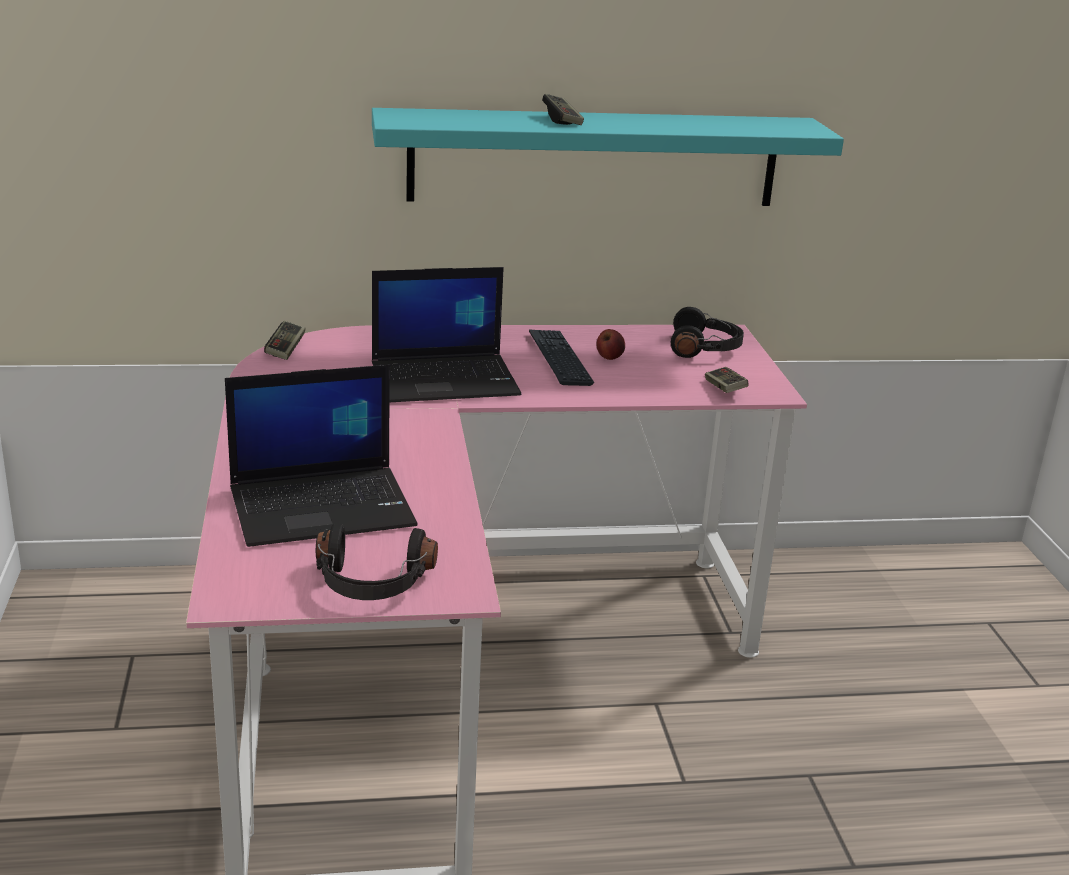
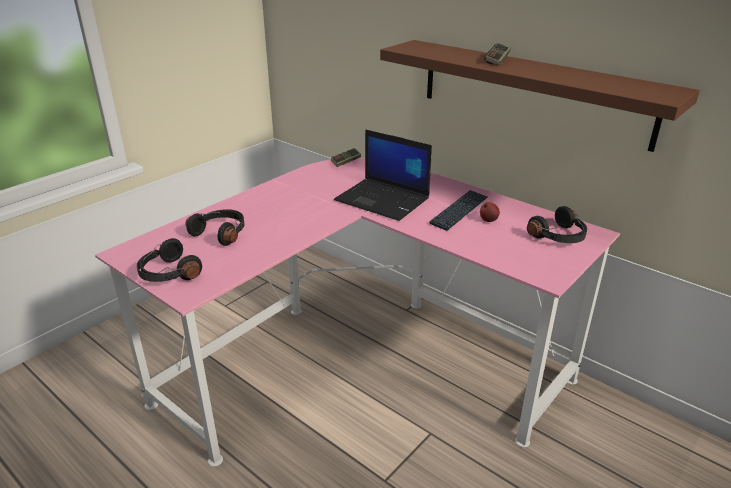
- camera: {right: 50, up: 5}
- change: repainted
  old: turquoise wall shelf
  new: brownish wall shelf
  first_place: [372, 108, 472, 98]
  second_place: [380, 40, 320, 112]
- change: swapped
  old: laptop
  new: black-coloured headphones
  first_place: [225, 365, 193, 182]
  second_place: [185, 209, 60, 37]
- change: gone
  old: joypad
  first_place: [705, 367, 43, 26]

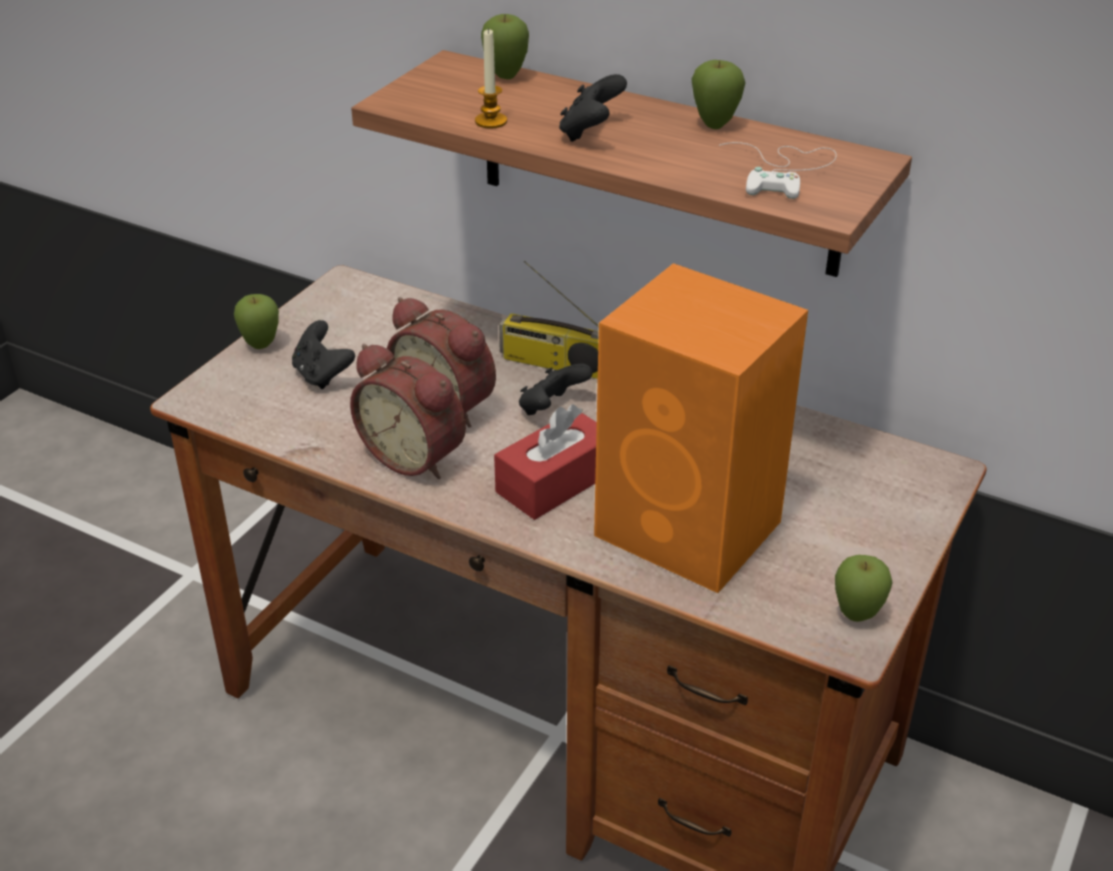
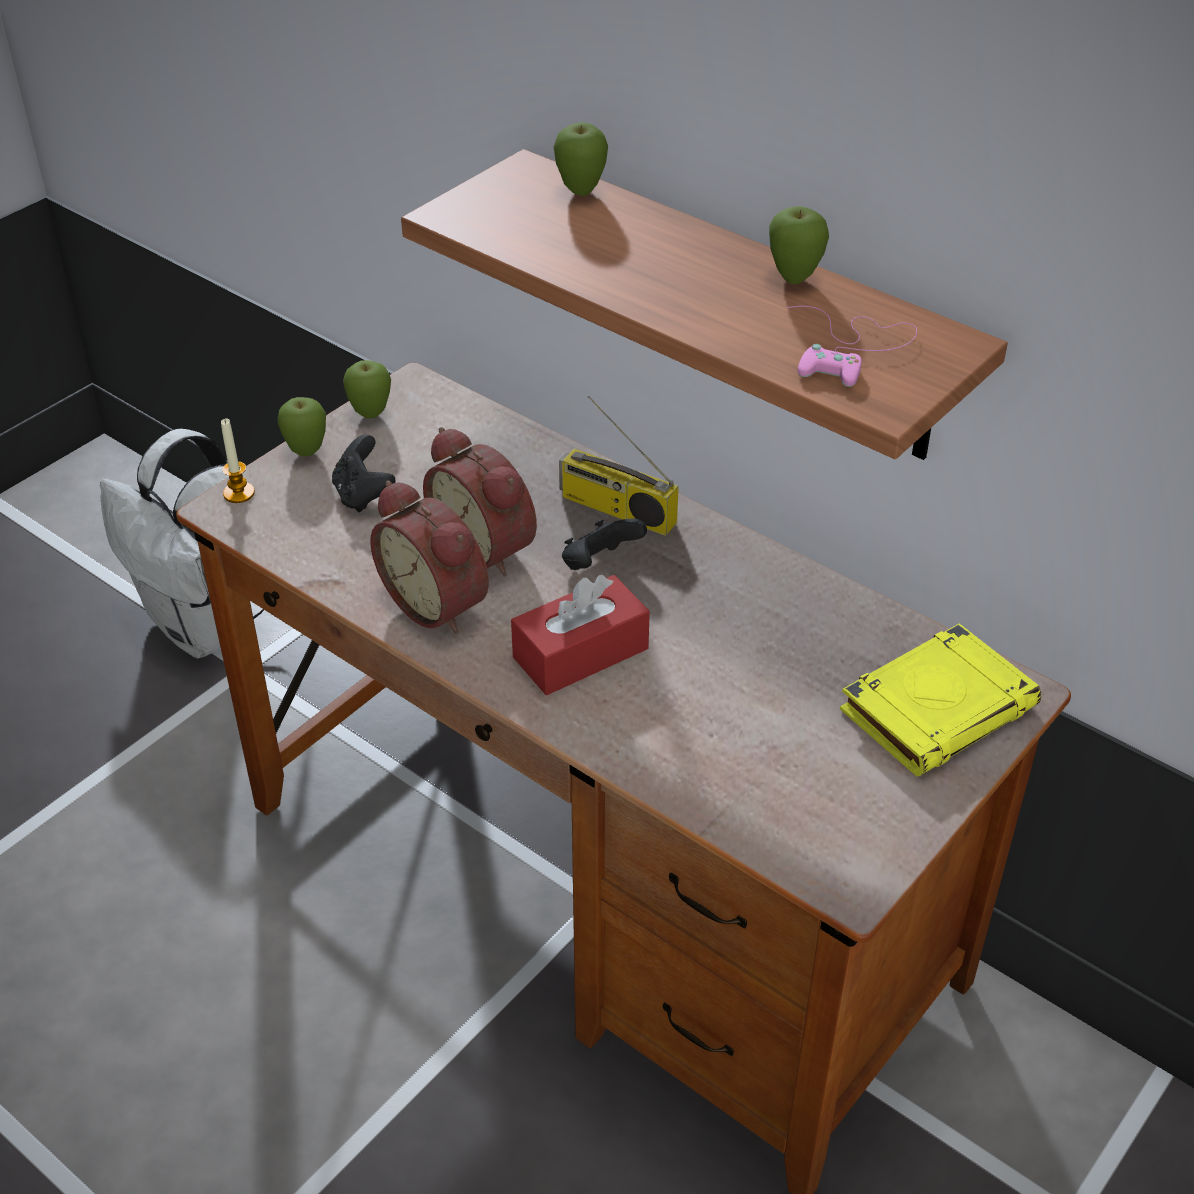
- camera: {right: 10, up: 5}
- change: shifted
  old: wax light
  first_place: [475, 28, 32, 101]
  second_place: [221, 418, 34, 85]
- change: gone
  old: black-coloured joypad
  first_place: [559, 74, 68, 68]
- change: repainted
  old: white joypad
  new: pink-coloured joypad
  first_place: [719, 142, 118, 57]
  second_place: [787, 306, 130, 81]
- change: gone
  old: orange-coloured loudspeaker
  first_place: [594, 263, 214, 330]
- change: shifted
  old: apple fruit
  first_place: [835, 555, 58, 67]
  second_place: [343, 360, 48, 58]
- change: new
  new: white backpack
  second_place: [100, 429, 164, 229]
- change: new
  new: yellowish volume
  second_place: [840, 623, 201, 153]

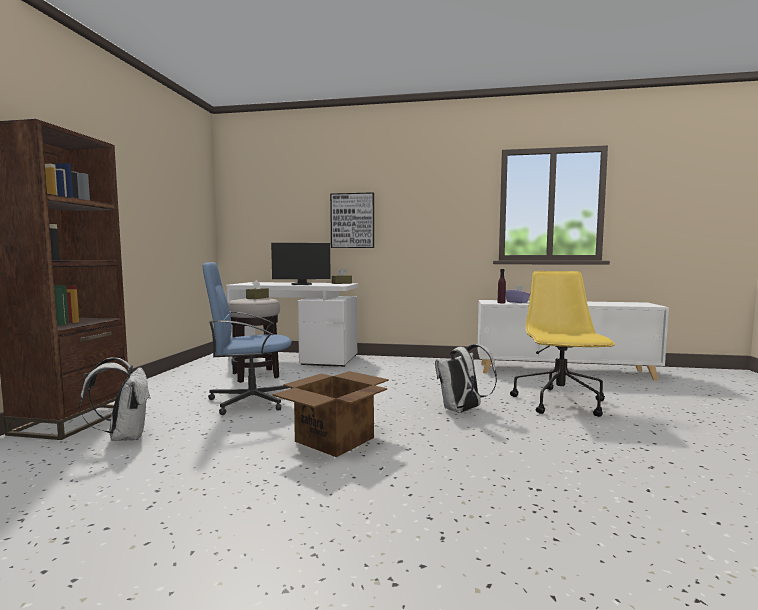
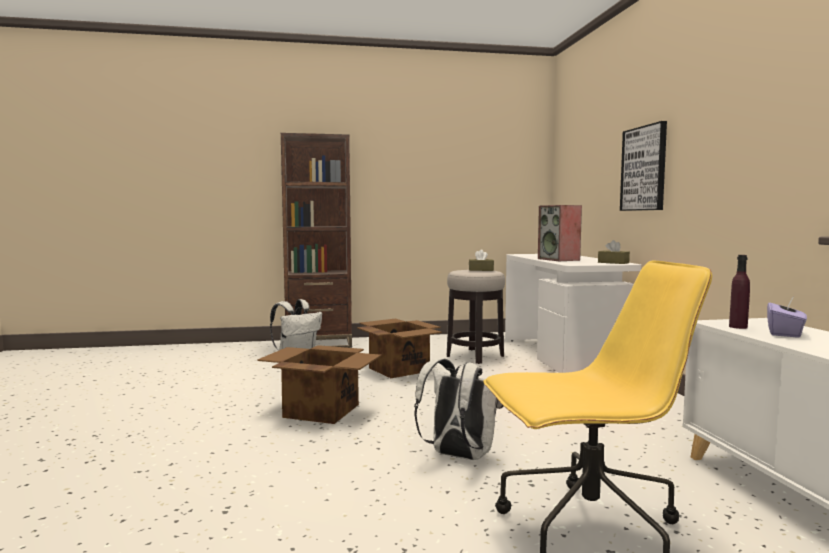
- camera: {right: 70, up: 0}
- change: swapped
  old: computer screen
  new: loudspeaker
  first_place: [271, 243, 60, 42]
  second_place: [538, 205, 44, 56]
- change: swapped
  old: blue computer chair
  new: carton
  first_place: [203, 262, 89, 153]
  second_place: [357, 319, 85, 59]

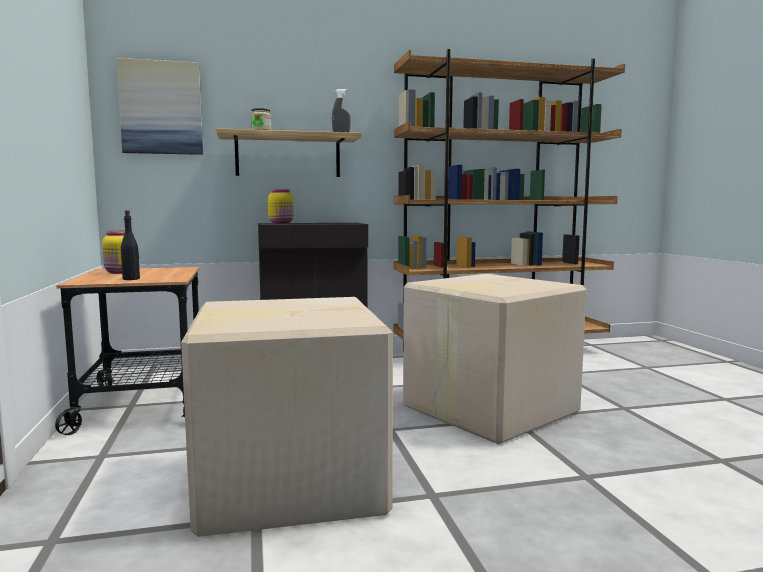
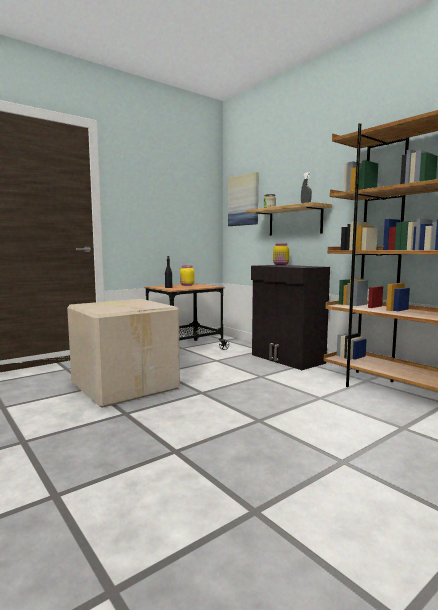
- camera: {right: 65, up: 0}
- change: gone
  old: carton
  first_place: [403, 274, 183, 170]

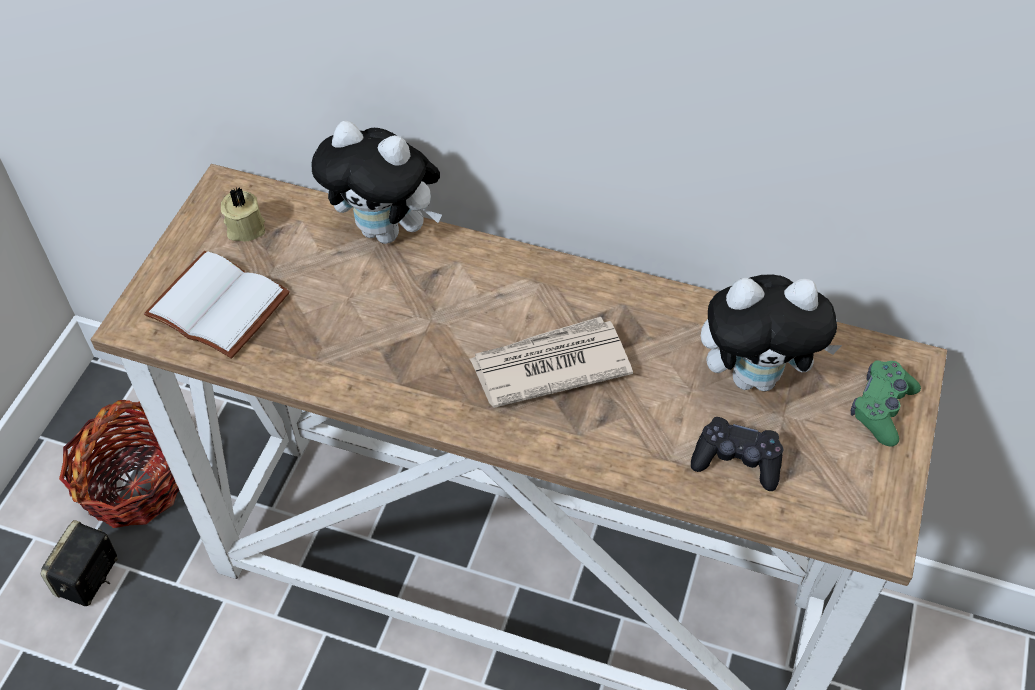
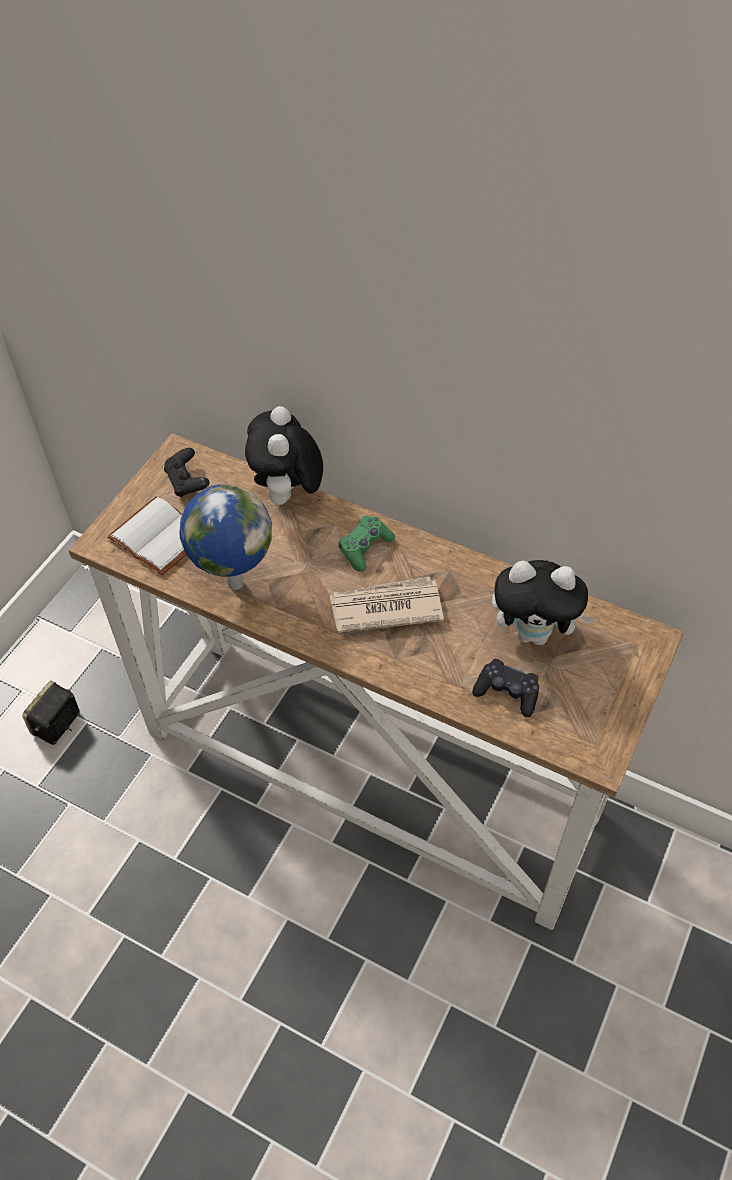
- camera: {right: 10, up: 0}
- change: rotated
  old: plush toy
  first_place: [311, 121, 131, 123]
  second_place: [245, 406, 78, 102]
  degrees: 60
- change: swapped
  old: beige-coloured wax light
  new: black-coloured joypad
  first_place: [221, 187, 44, 54]
  second_place: [164, 448, 45, 49]
- change: shifted
  old: green joypad
  first_place: [851, 360, 70, 87]
  second_place: [339, 515, 56, 57]
- change: gone
  old: household basket
  first_place: [59, 400, 120, 128]
- change: new
  new: globe
  second_place: [179, 484, 93, 106]

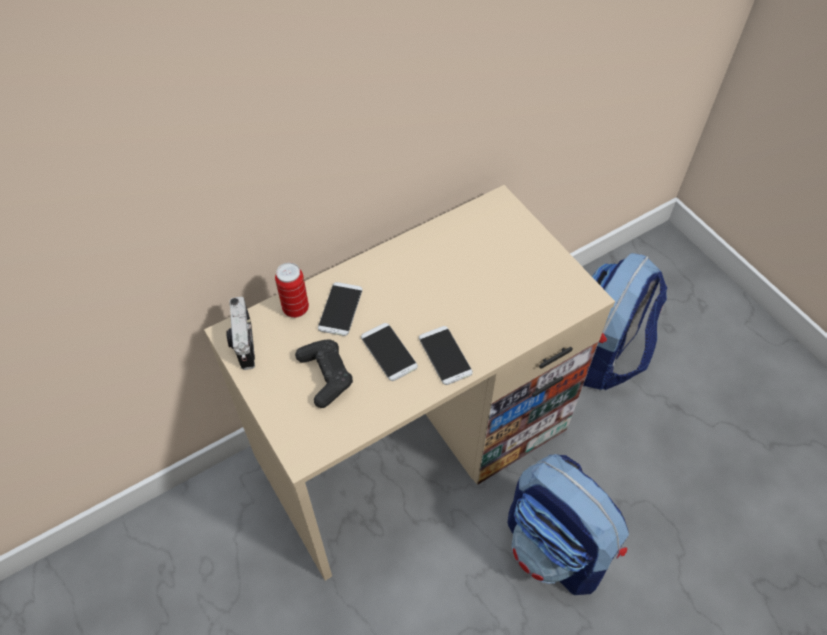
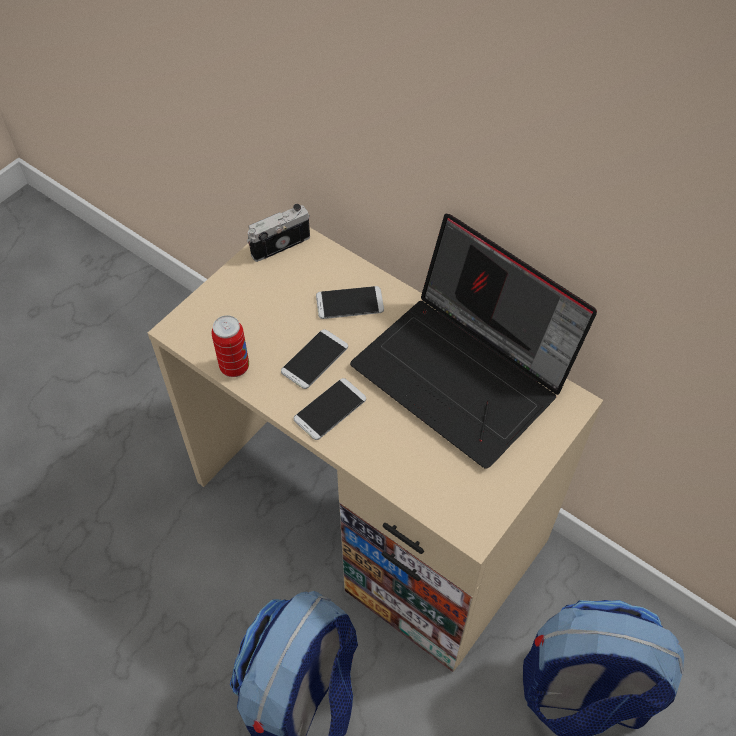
- camera: {right: 70, up: 0}
- change: shifted
  old: metal can
  first_place: [275, 262, 34, 56]
  second_place: [212, 315, 37, 62]
- change: gone
  old: black-coloured joypad
  first_place: [295, 340, 58, 68]
- change: new
  new: laptop
  second_place: [350, 214, 247, 255]

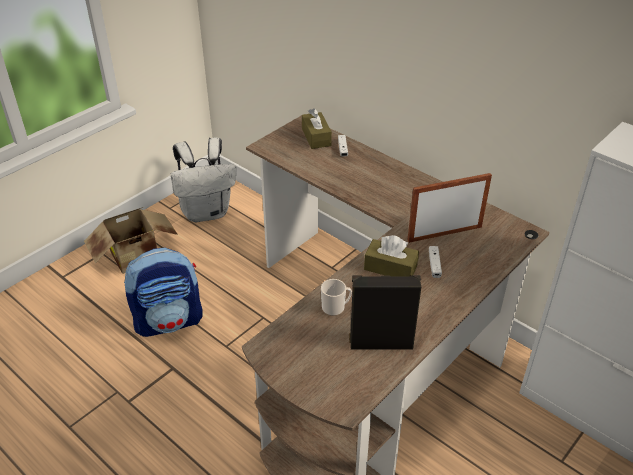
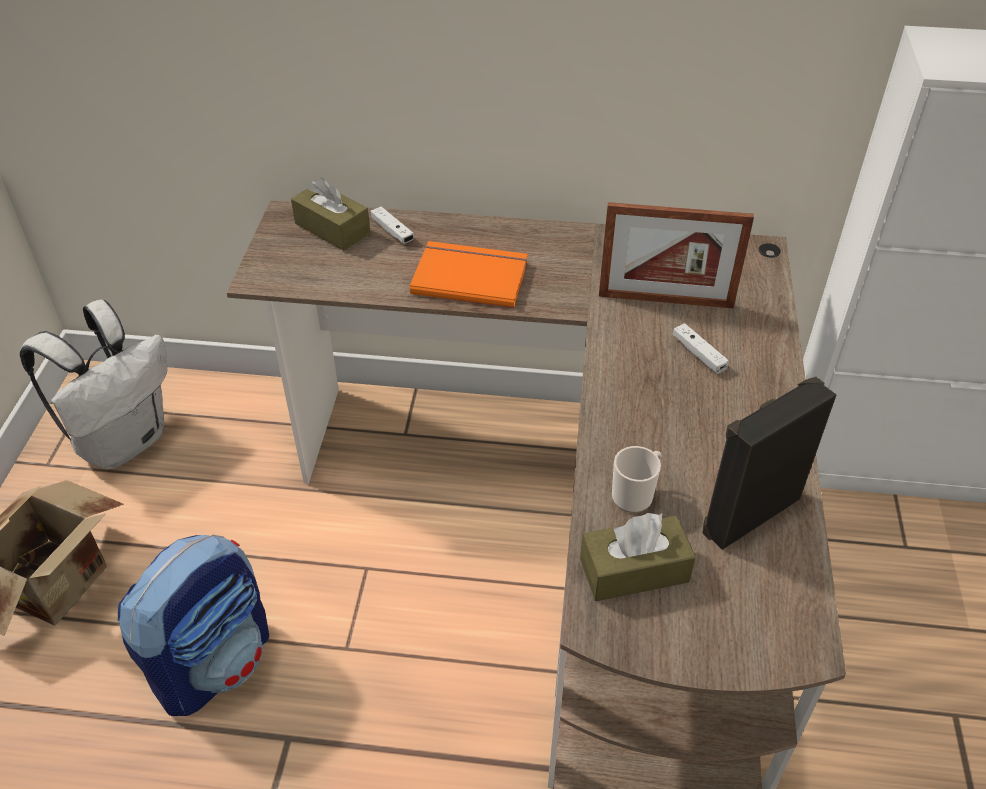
- camera: {right: -35, up: 5}
- change: rotated
  old: picture frame
  first_place: [407, 173, 85, 70]
  second_place: [599, 202, 155, 106]
  degrees: -120
- change: shifted
  old: brownish box of tissues
  first_place: [364, 235, 55, 41]
  second_place: [580, 513, 116, 88]
- change: new
  new: orange-coloured volume
  second_place: [410, 241, 118, 67]

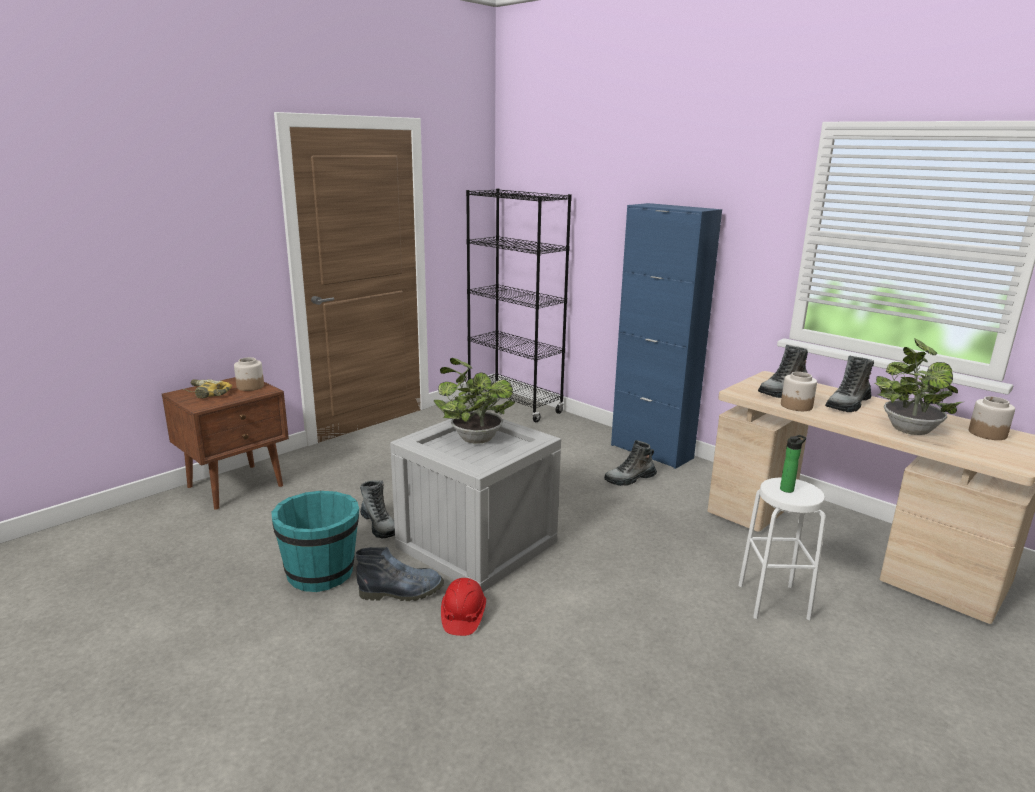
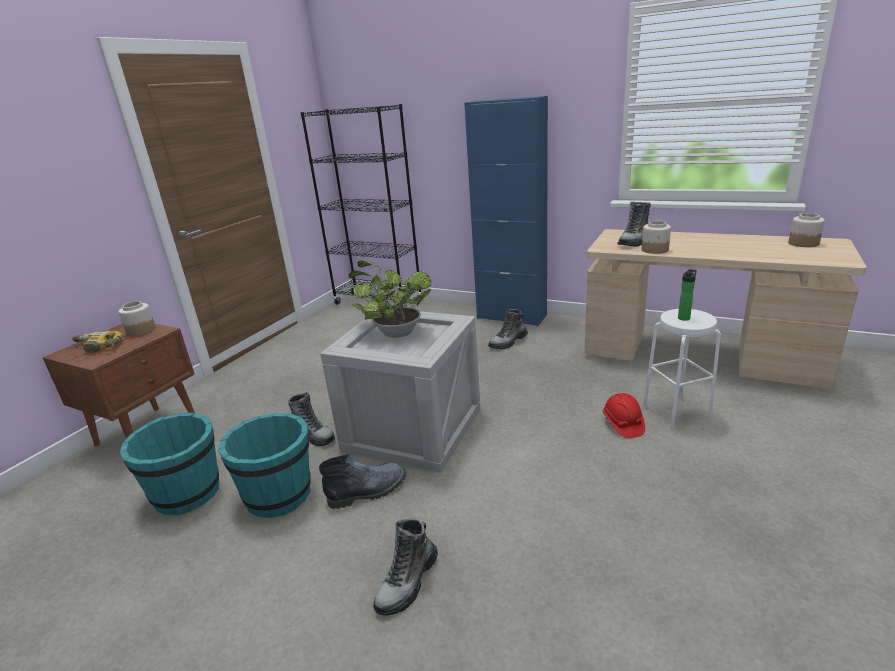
- camera: {right: -15, up: 5}
- change: gone
  old: plant in a pot
  first_place: [875, 339, 87, 96]
- change: shifted
  old: tall boot
  first_place: [825, 356, 49, 56]
  second_place: [373, 518, 65, 97]
- change: shifted
  old: reddish safety helmet
  first_place: [441, 578, 45, 58]
  second_place: [603, 393, 42, 45]
- change: new
  new: turquoise water bucket
  second_place: [120, 413, 99, 102]

